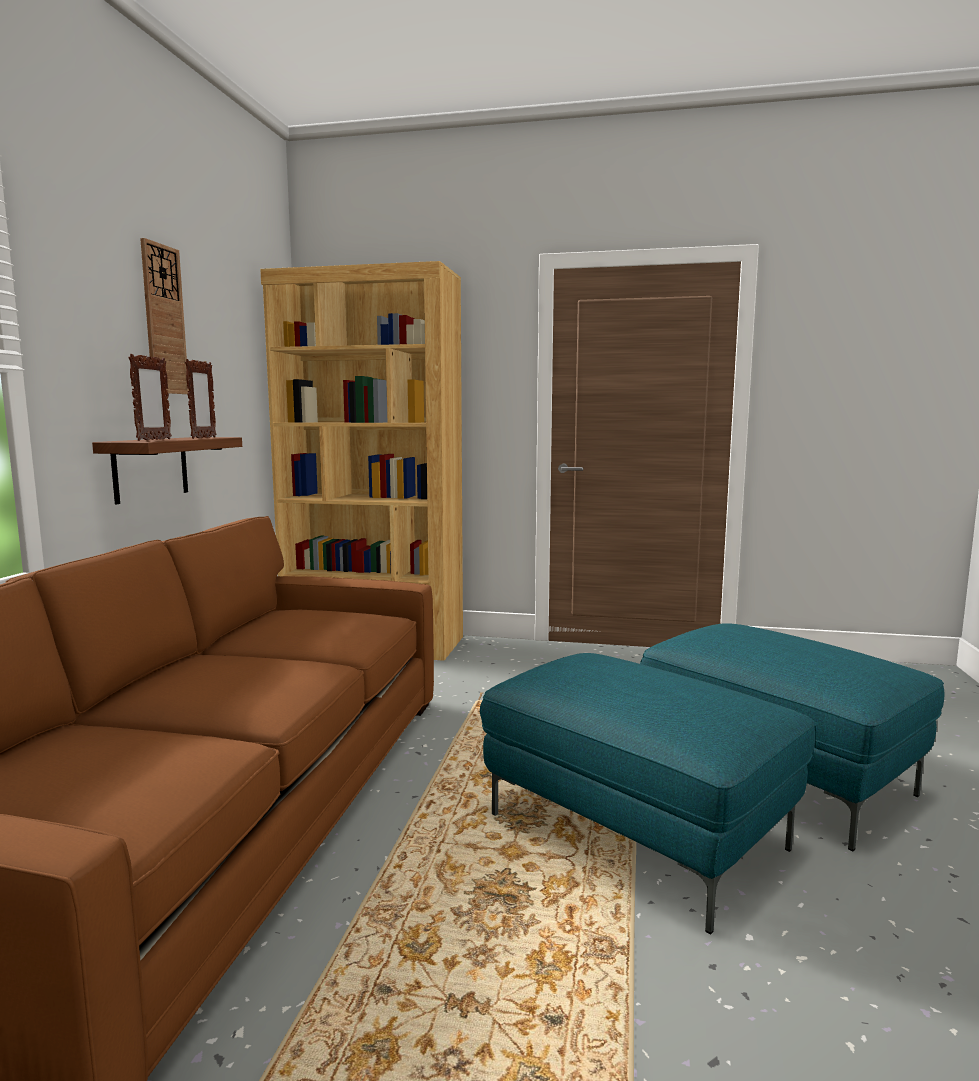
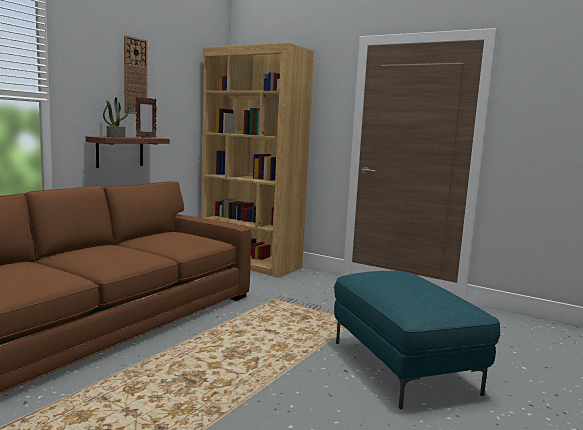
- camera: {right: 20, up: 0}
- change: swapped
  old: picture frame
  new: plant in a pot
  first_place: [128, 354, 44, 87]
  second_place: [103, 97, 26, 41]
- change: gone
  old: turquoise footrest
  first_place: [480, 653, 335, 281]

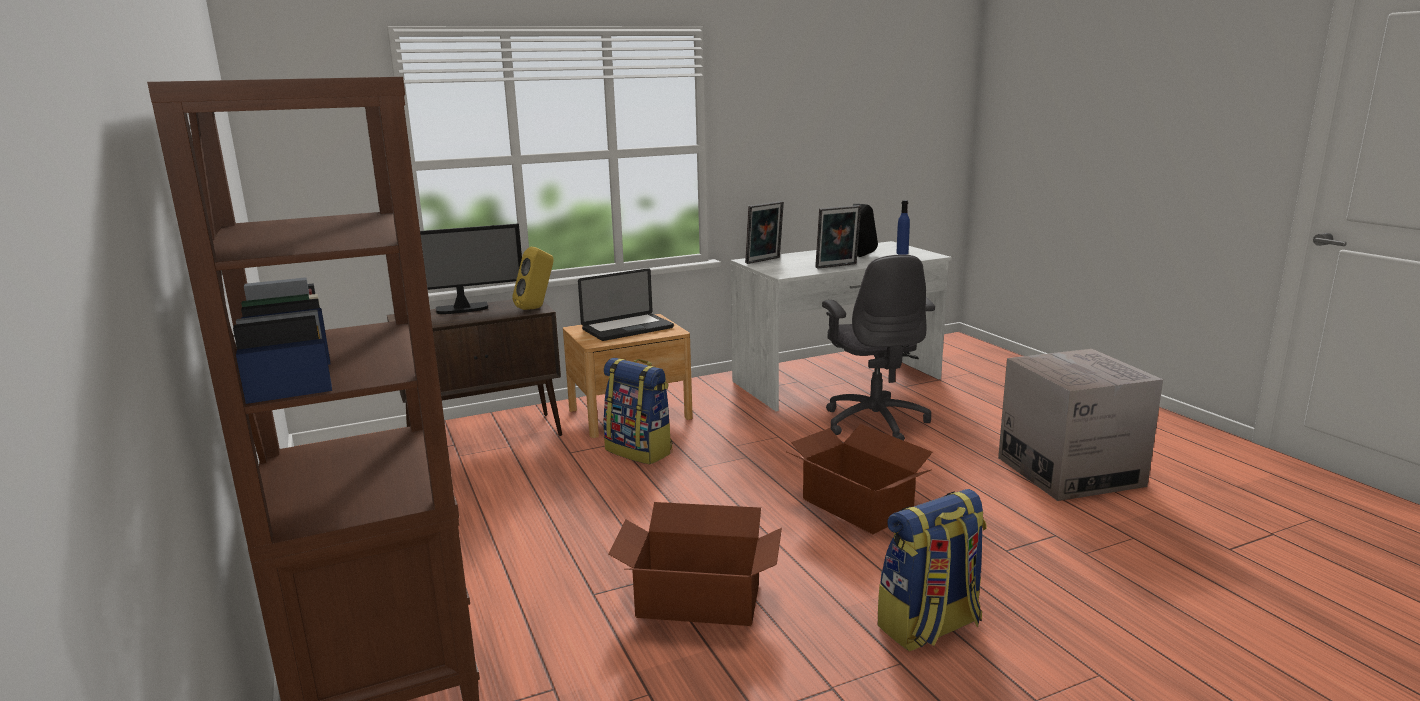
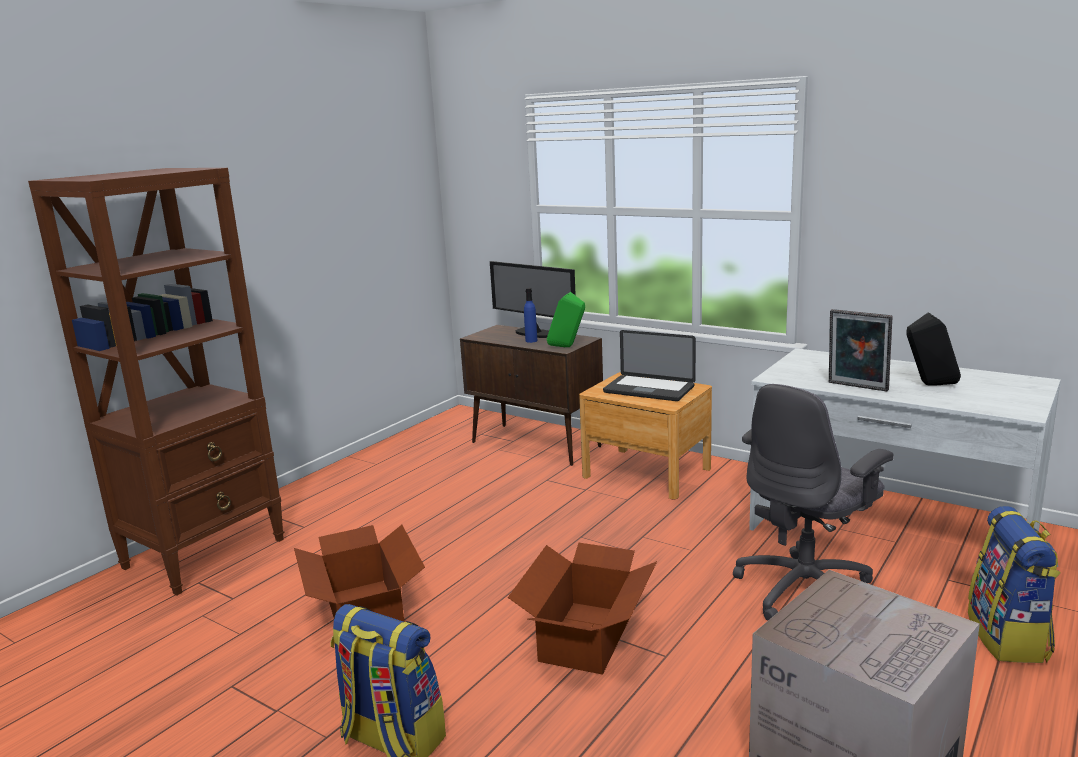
- camera: {right: 60, up: 0}
- change: shifted
  old: blue beverage bottle
  first_place: [896, 200, 14, 55]
  second_place: [524, 288, 13, 55]
- change: gone
  old: picture frame
  first_place: [745, 201, 39, 63]
- change: repainted
  old: yellowish loudspeaker
  new: green loudspeaker
  first_place: [512, 247, 42, 63]
  second_place: [547, 292, 38, 55]
- change: shifted
  old: backpack
  first_place: [603, 358, 69, 106]
  second_place: [968, 506, 93, 157]

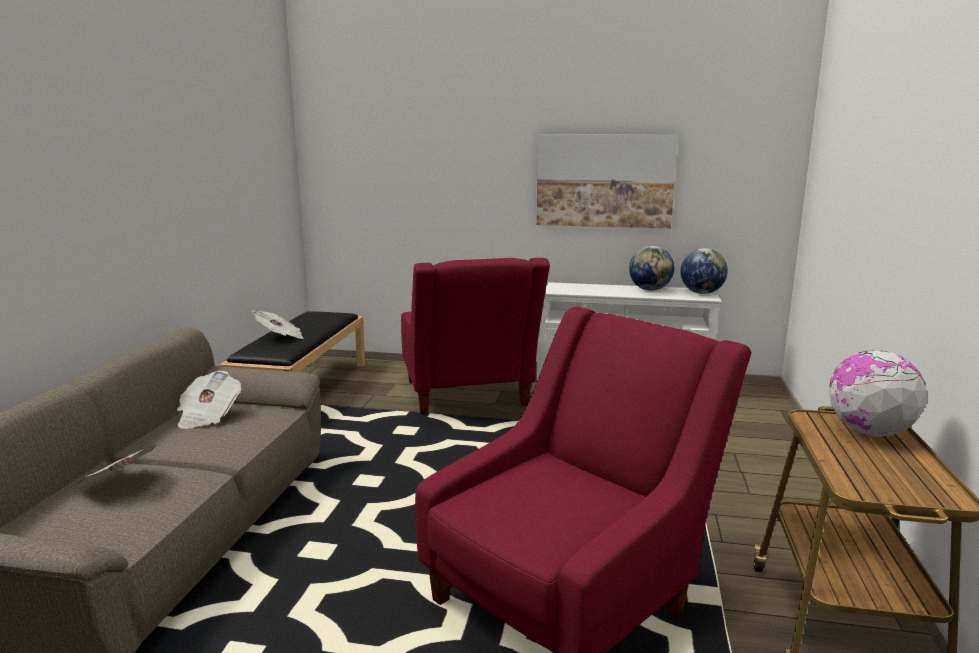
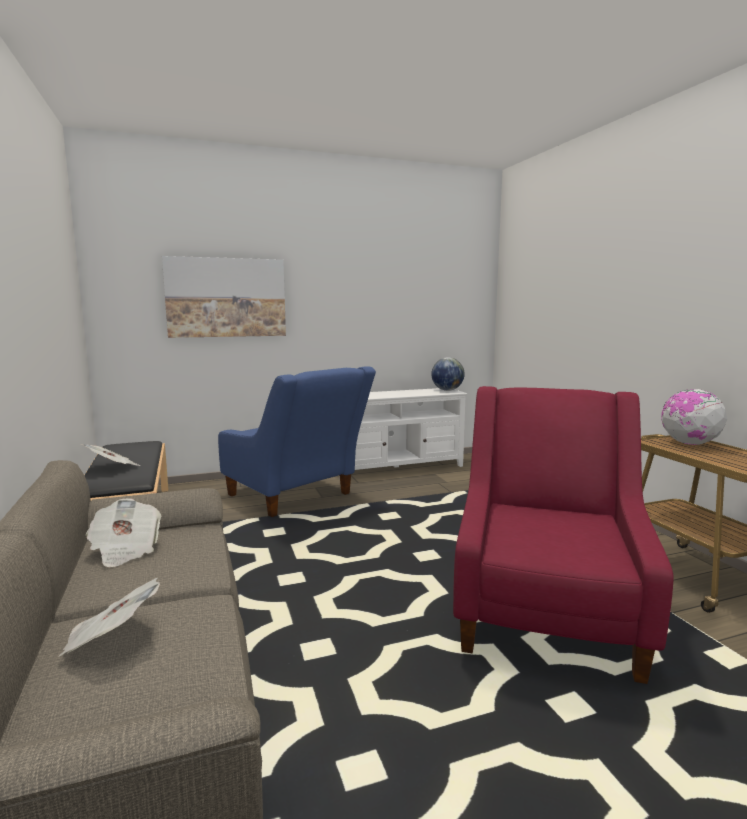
- camera: {right: -30, up: -5}
- change: shifted
  old: wall picture
  first_place: [537, 134, 141, 94]
  second_place: [162, 256, 124, 82]
- change: gone
  old: globe
  first_place: [629, 246, 45, 45]
- change: repainted
  old: reddish lounge chair
  new: blue lounge chair
  first_place: [401, 258, 149, 156]
  second_place: [218, 366, 158, 151]

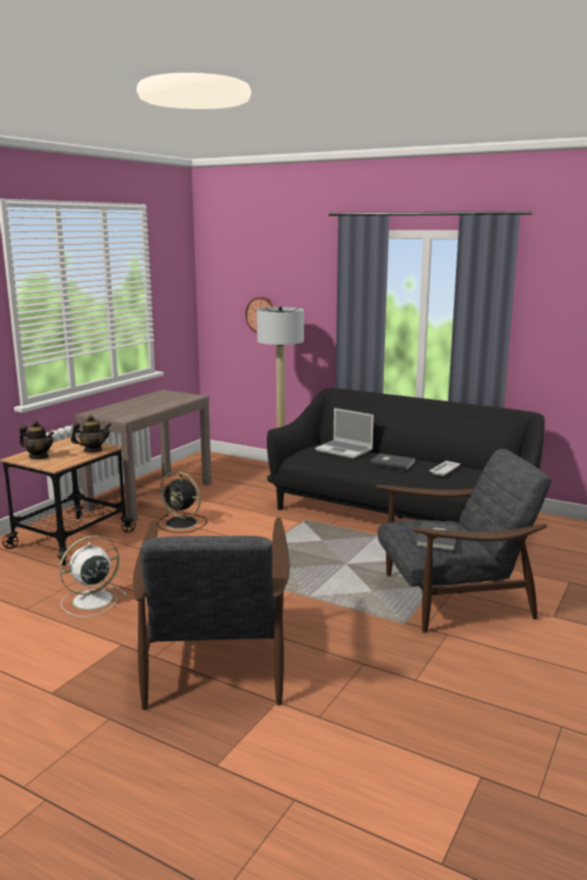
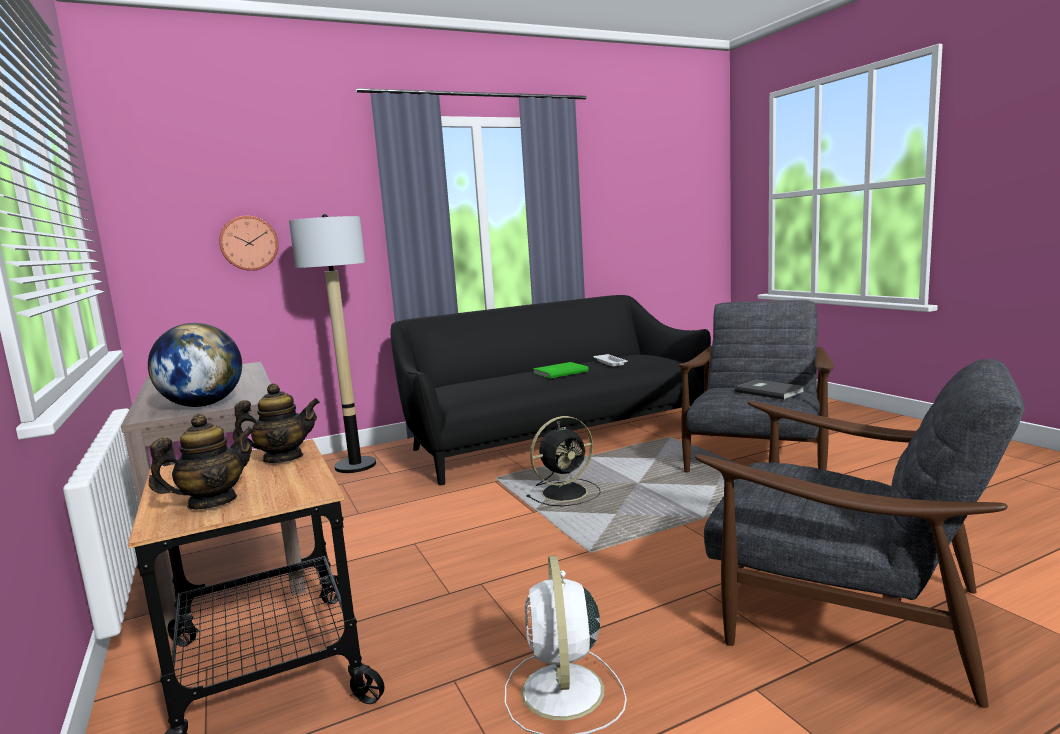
- camera: {right: -55, up: -5}
- change: gone
  old: laptop
  first_place: [315, 408, 59, 51]
- change: rotated
  old: tea pot
  first_place: [71, 415, 40, 37]
  second_place: [233, 383, 87, 80]
  degrees: 60
- change: repainted
  old: greyish volume
  new: green volume
  first_place: [370, 453, 46, 17]
  second_place: [533, 362, 56, 16]
- change: shifted
  old: black-coloured cooling fan
  first_place: [157, 471, 50, 62]
  second_place: [526, 416, 75, 90]
- change: new
  new: globe
  second_place: [148, 323, 94, 84]

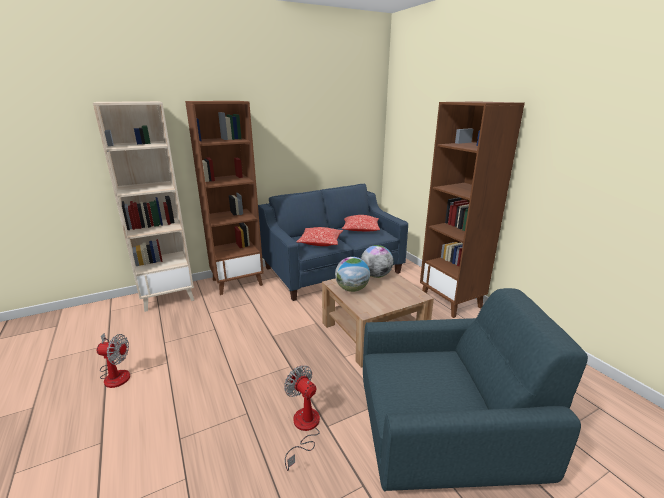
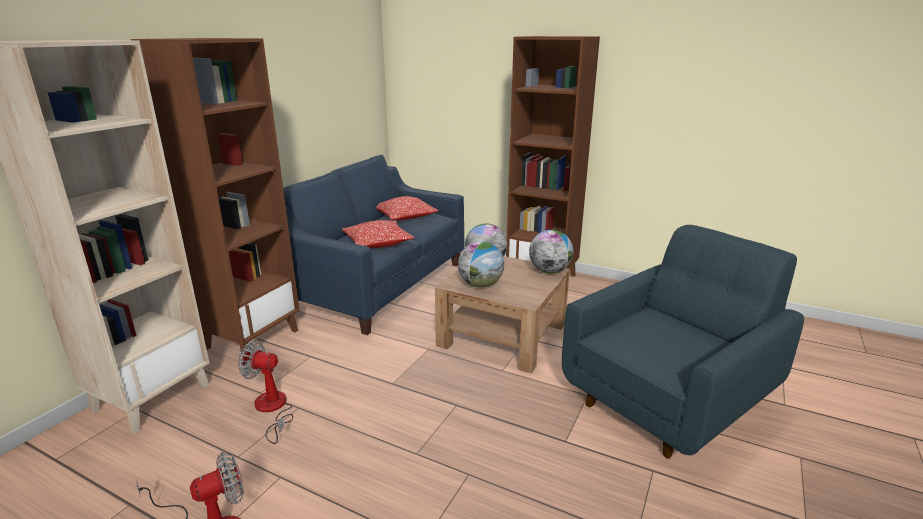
- camera: {right: -35, up: 0}
- change: shifted
  old: cooling fan
  first_place: [284, 365, 36, 106]
  second_place: [238, 340, 55, 104]
- change: new
  new: globe
  second_place: [529, 230, 44, 43]

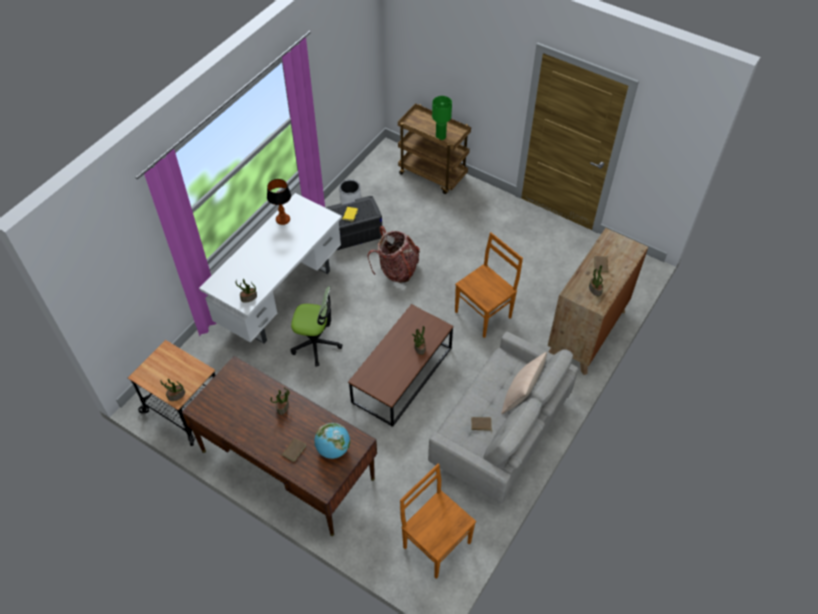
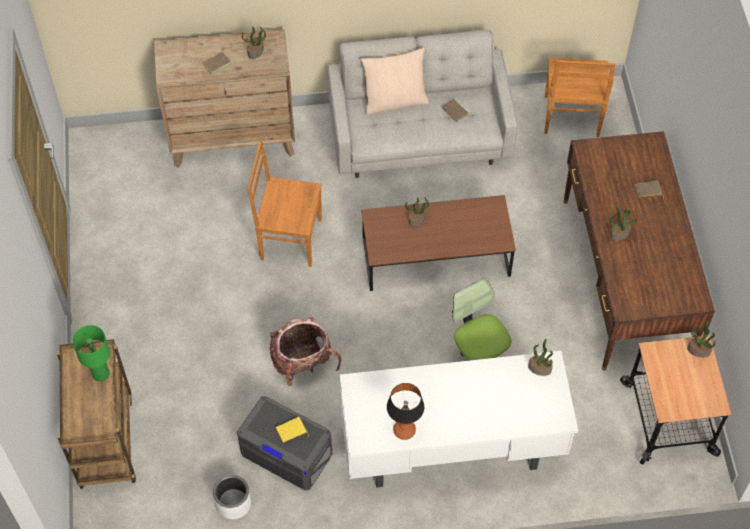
- camera: {right: -130, up: 5}
- change: gone
  old: globe
  first_place: [315, 423, 35, 36]

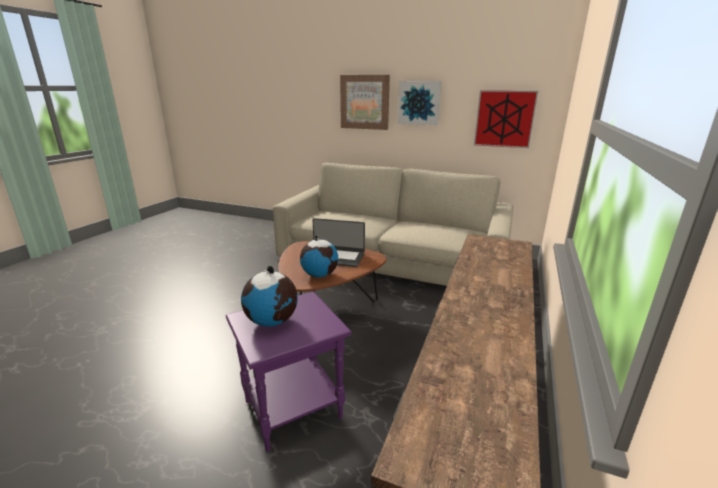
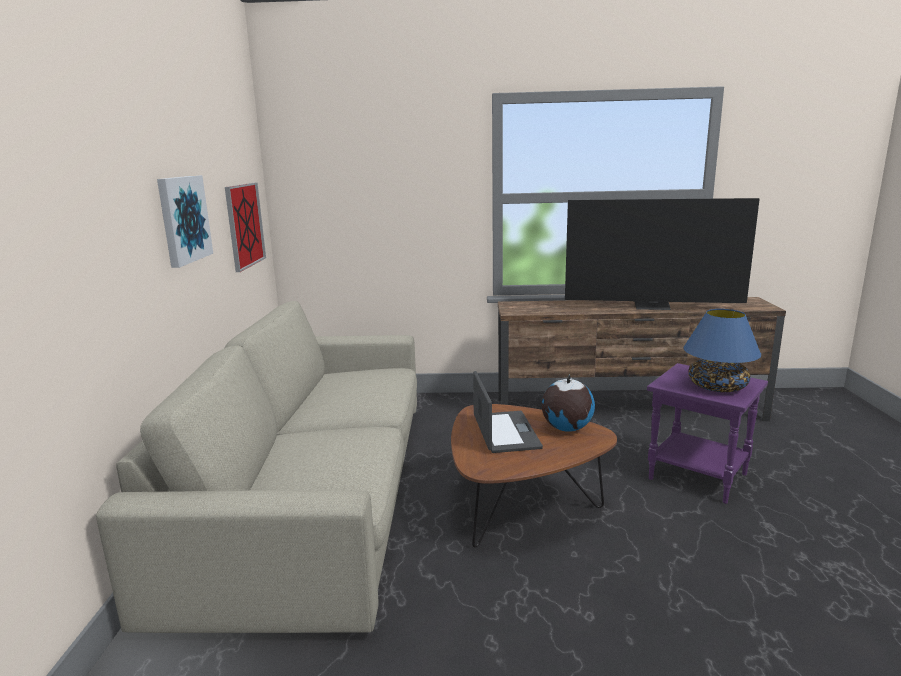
- camera: {right: -110, up: -5}
- change: gone
  old: wall picture
  first_place: [340, 75, 50, 55]
- change: swapped
  old: globe
  new: blue lamp for a table
  first_place: [241, 266, 57, 61]
  second_place: [683, 309, 78, 83]
- change: new
  new: television
  second_place: [565, 198, 195, 112]

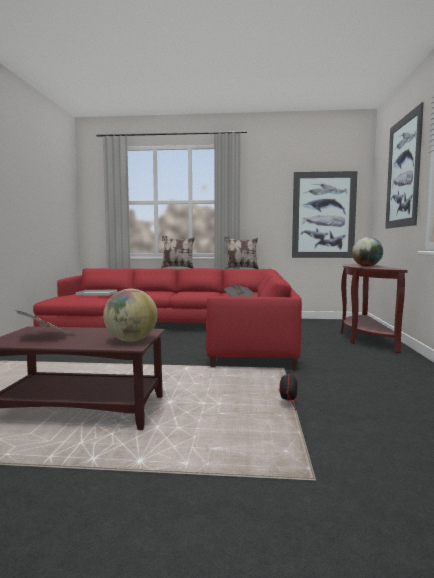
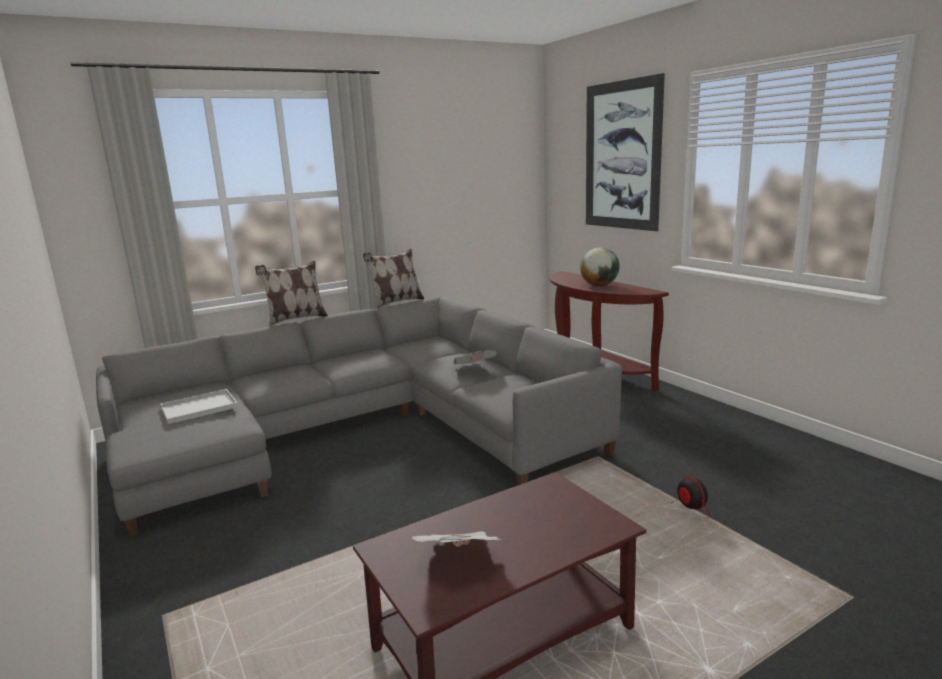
- camera: {right: -35, up: 10}
- change: gone
  old: wall picture
  first_place: [292, 171, 65, 87]
- change: repainted
  old: reddish couch
  new: greyish couch
  first_place: [33, 268, 269, 102]
  second_place: [96, 296, 526, 241]
- change: gone
  old: globe
  first_place: [103, 289, 55, 53]

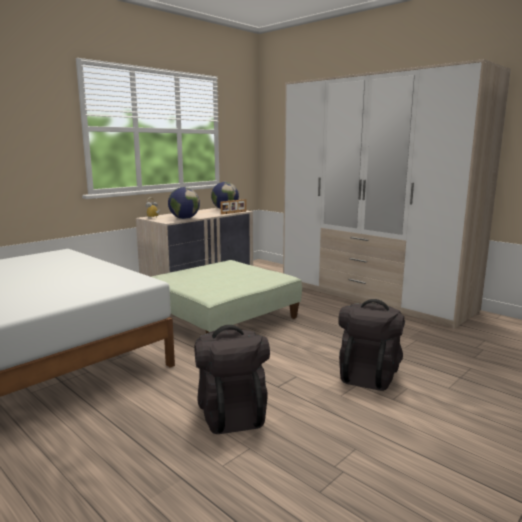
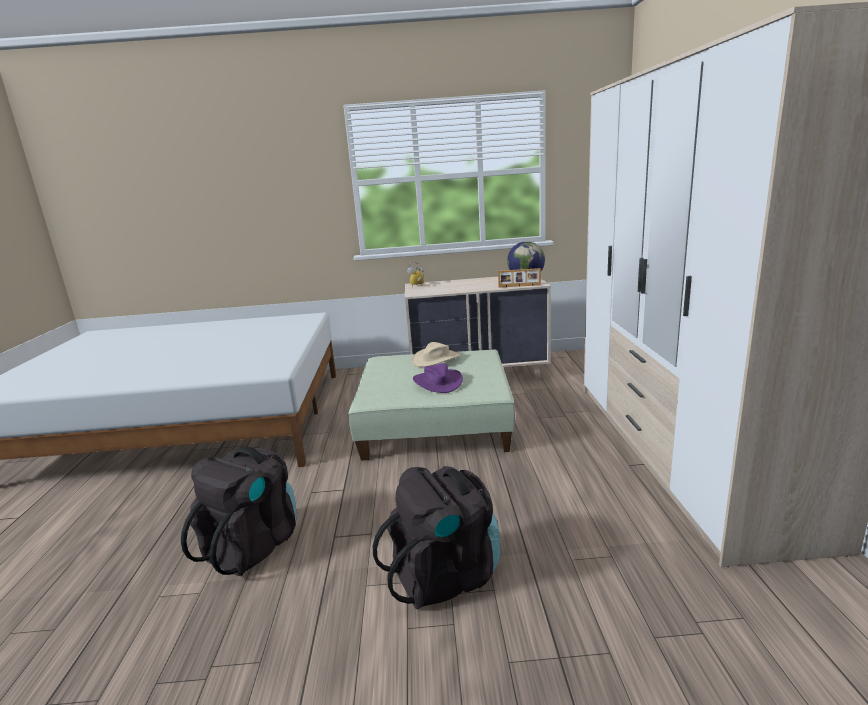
- camera: {right: 45, up: 5}
- change: gone
  old: globe
  first_place: [168, 187, 32, 32]
- change: new
  new: beige-coloured hat
  second_place: [412, 342, 49, 25]
- change: new
  new: purple-coloured hat
  second_place: [413, 363, 50, 30]

